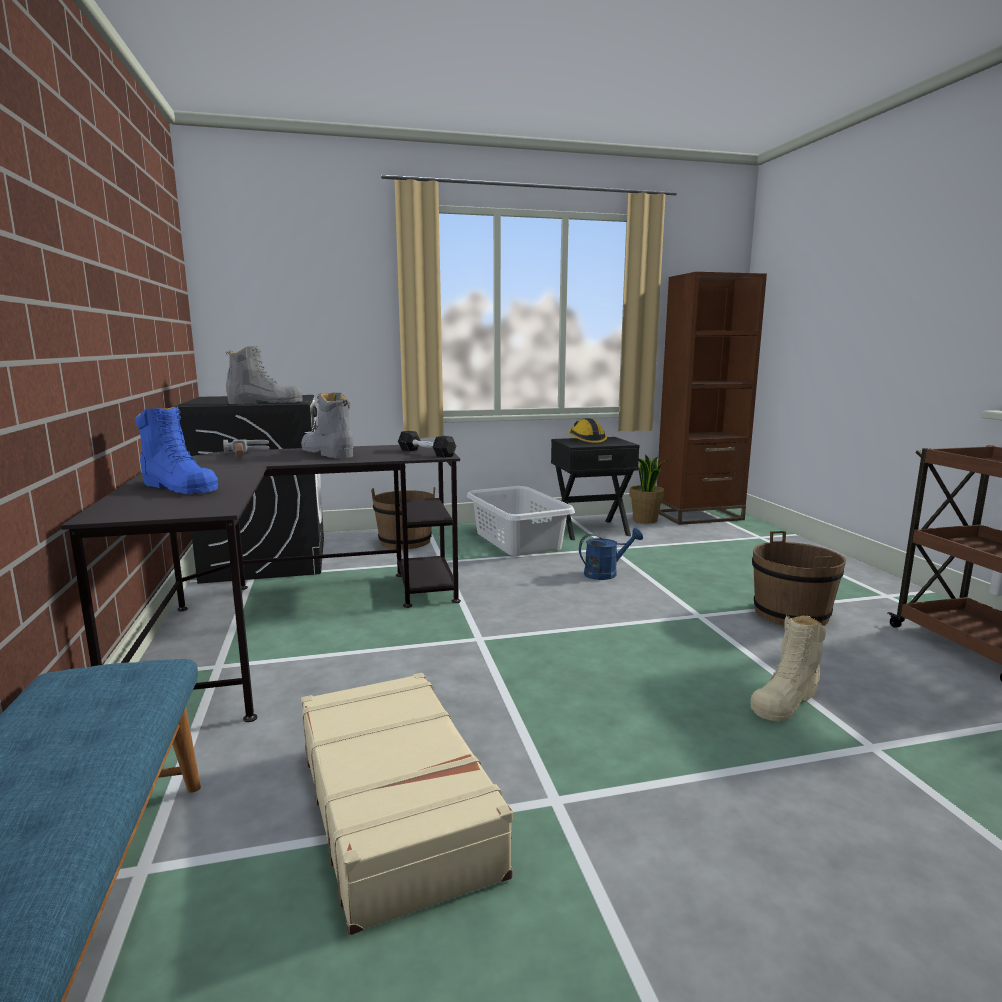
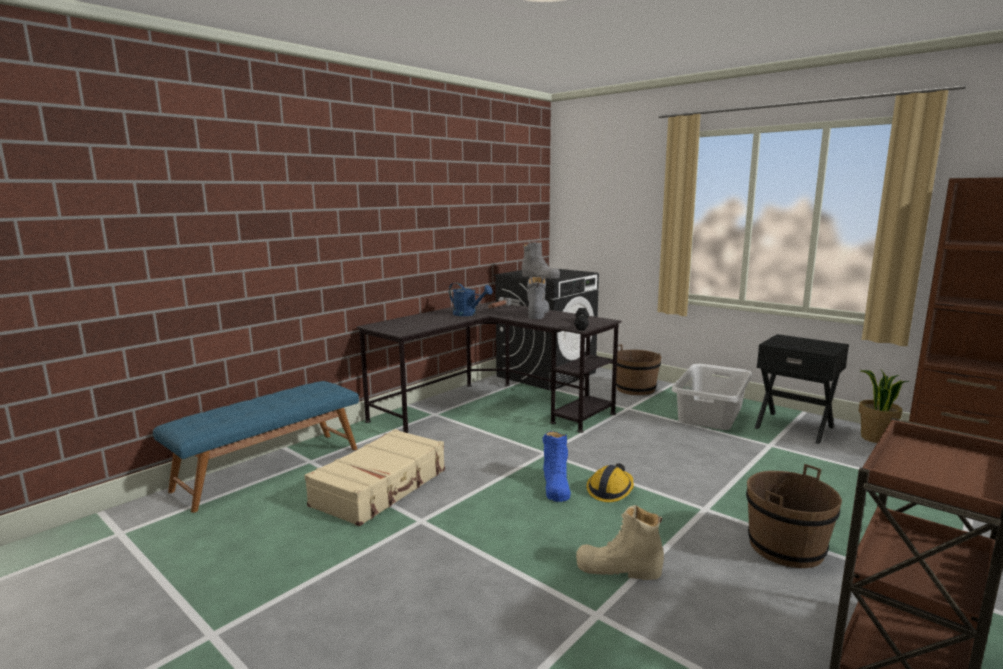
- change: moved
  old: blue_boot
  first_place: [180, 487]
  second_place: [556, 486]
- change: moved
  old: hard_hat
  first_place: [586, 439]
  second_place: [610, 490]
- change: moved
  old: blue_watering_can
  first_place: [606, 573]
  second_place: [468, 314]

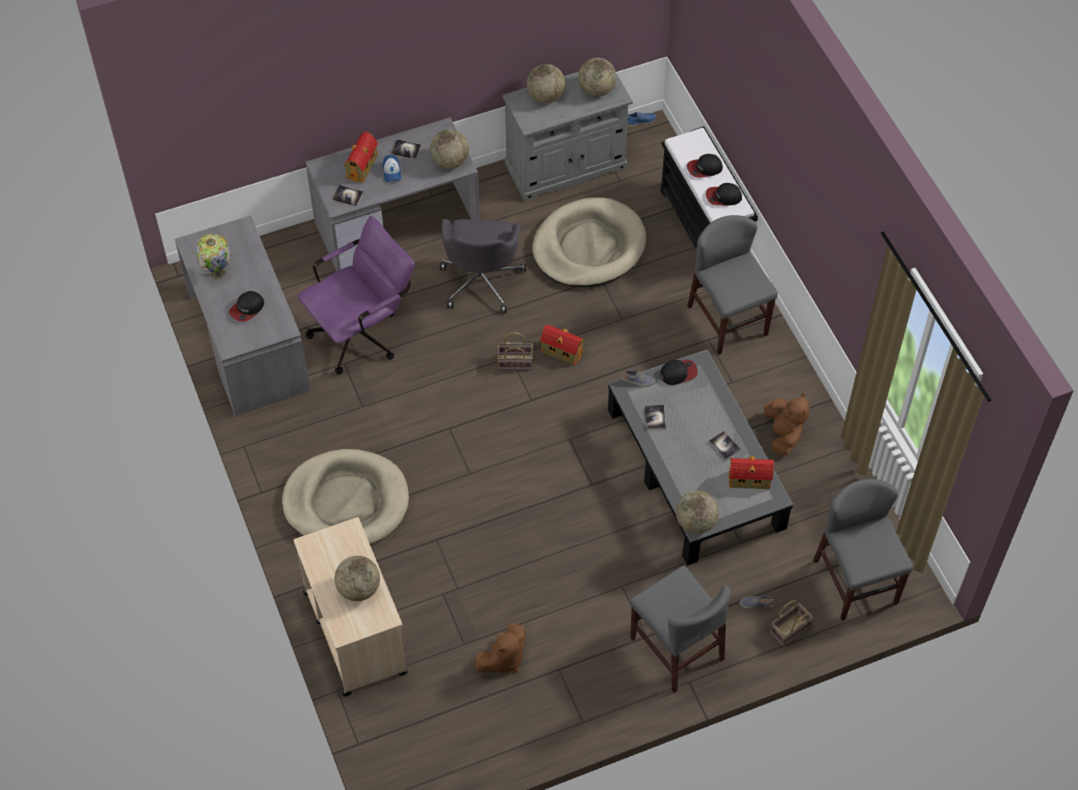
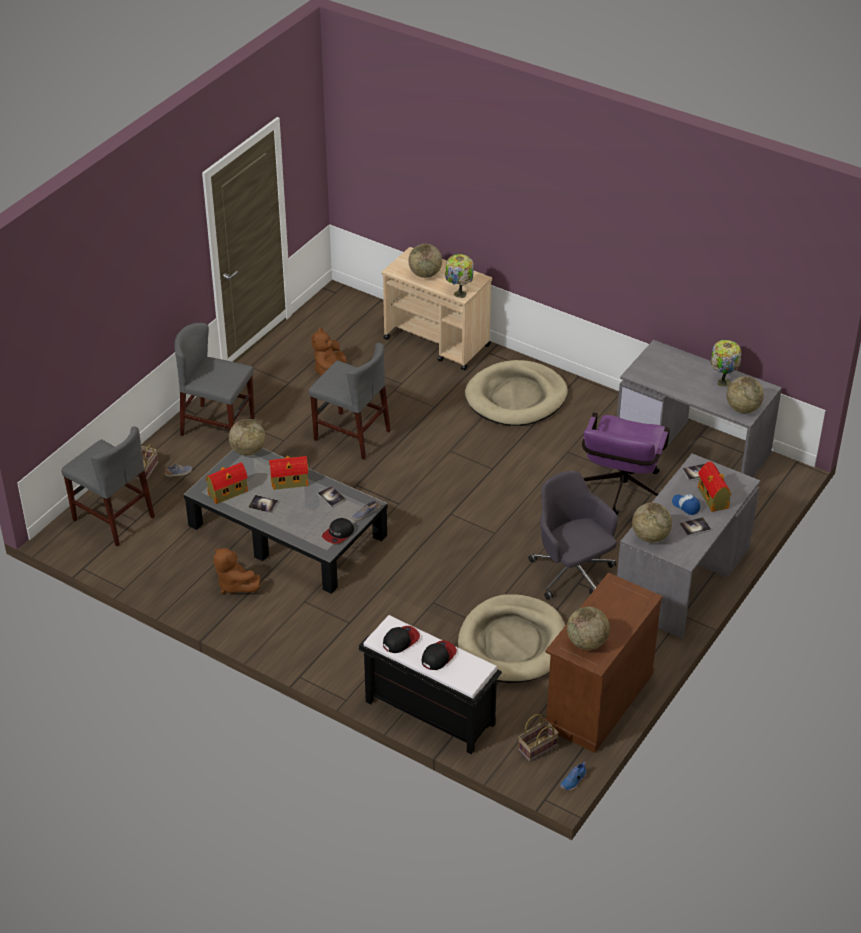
- change: moved
  old: globe
  first_place: [546, 96]
  second_place: [742, 408]
- change: recoloured
  old: grey_cabinet
  new: brown_cabinet
  first_place: [566, 166]
  second_place: [598, 700]
- change: moved
  old: grey_chair
  first_place: [727, 320]
  second_place: [352, 435]
- change: removed
  old: cap
  first_place: [247, 309]
- change: moved
  old: toy_house
  first_place: [561, 351]
  second_place: [290, 482]
- change: moved
  old: basket
  first_place: [516, 361]
  second_place: [537, 749]
- change: added
  new: table_lamp
  second_place: [459, 294]

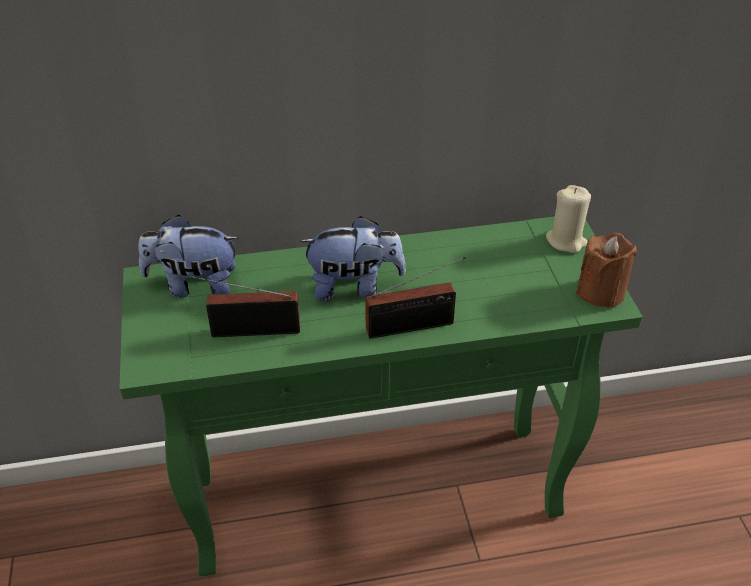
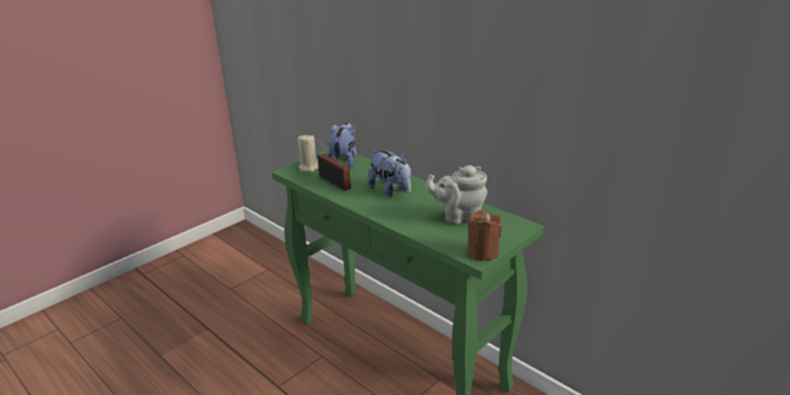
- change: moved
  old: beige_candle
  first_place: [566, 241]
  second_place: [309, 167]
- change: turned
  old: plush_toy
  first_place: [194, 286]
  second_place: [344, 161]
  degrees: 45
- change: removed
  old: radio
  first_place: [415, 326]
- change: added
  new: grey_teapot
  second_place: [459, 217]

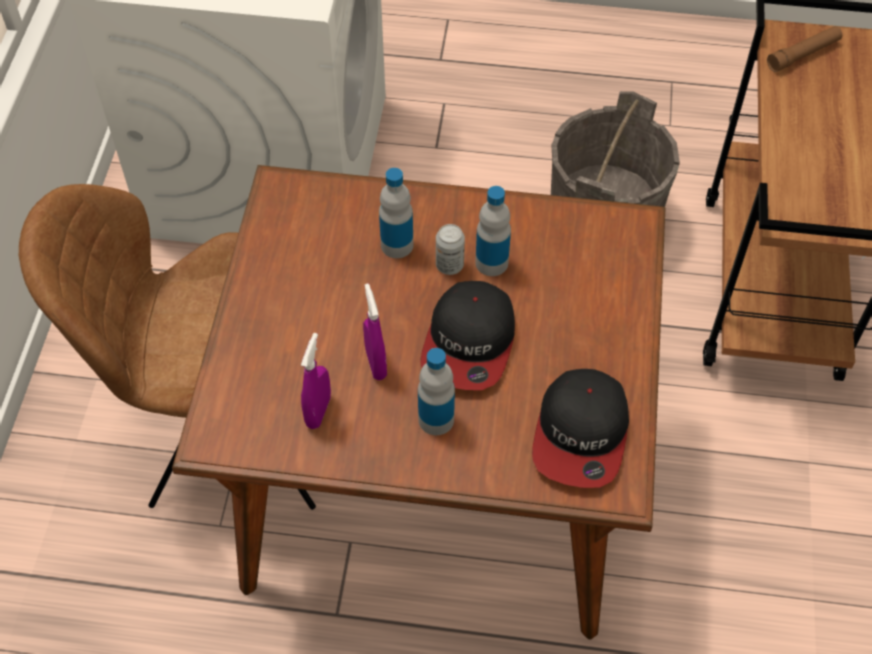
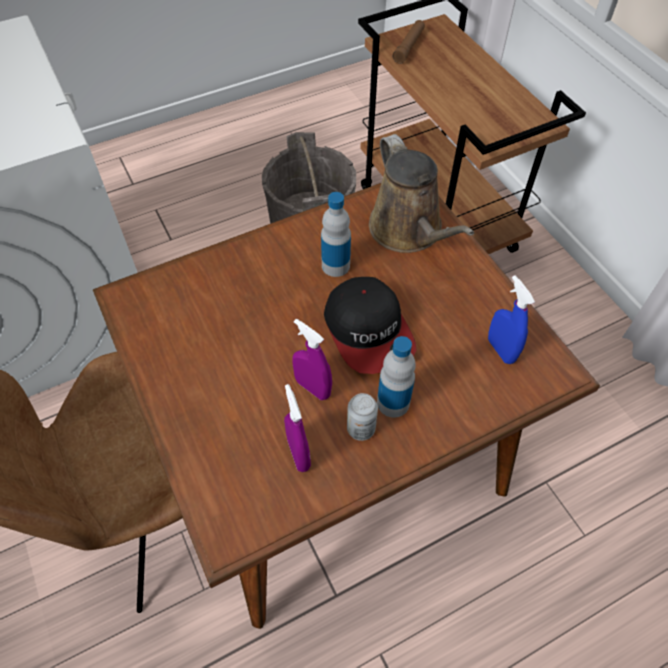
- change: removed
  old: bottle
  first_place: [397, 245]
- change: moved
  old: can
  first_place: [449, 265]
  second_place: [361, 429]
- change: replaced
  old: cap
  new: blue_spray_bottle
  first_place: [581, 434]
  second_place: [501, 350]
- change: added
  new: brown_watering_can
  second_place: [409, 231]

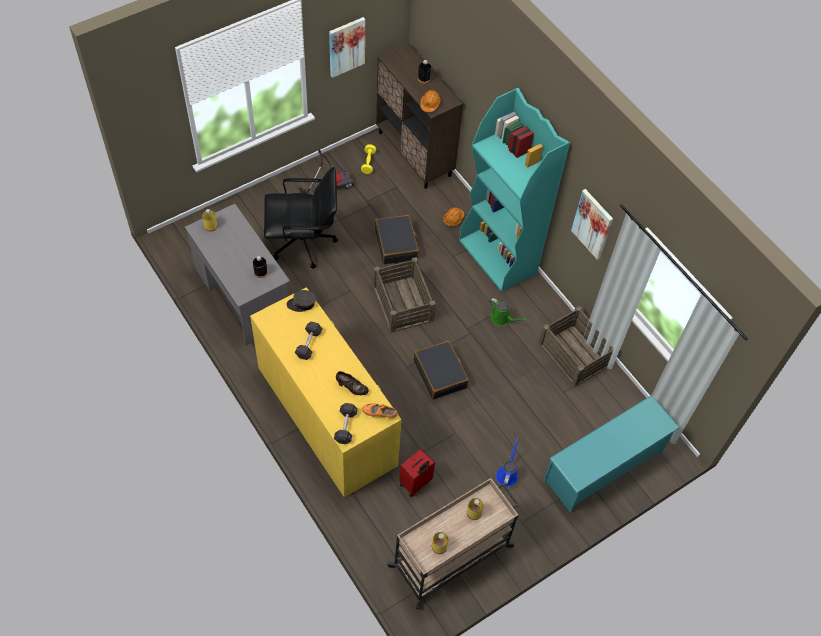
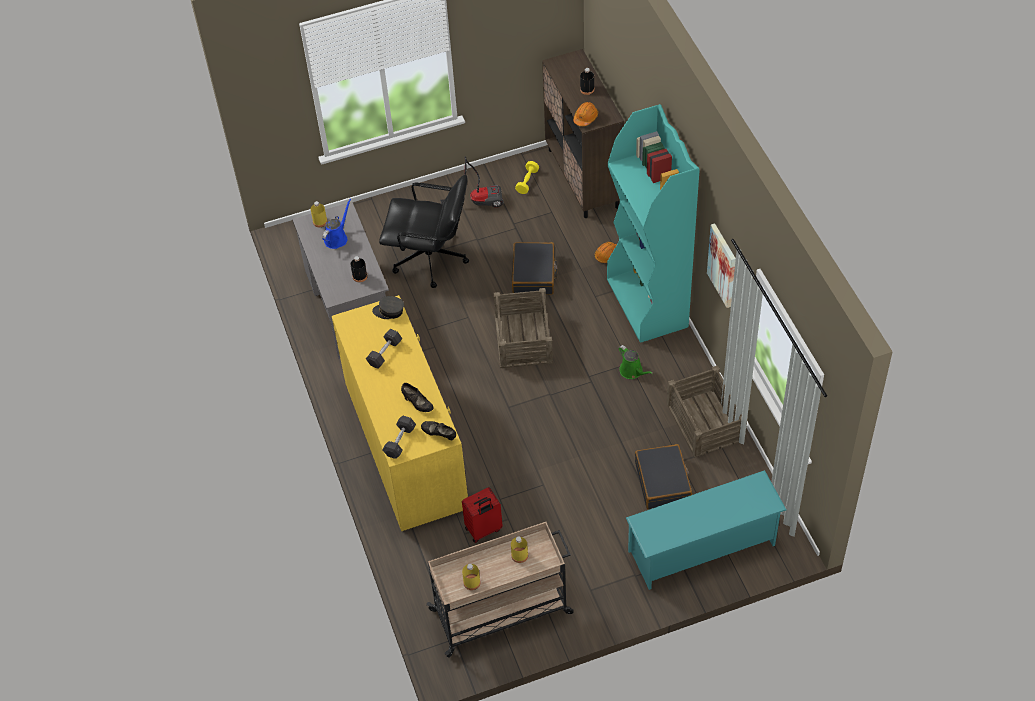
- change: removed
  old: picture
  first_place: [346, 46]
- change: moved
  old: black_suitcase
  first_place: [440, 374]
  second_place: [663, 482]
- change: recoloured
  old: orange_shoe
  new: black_shoe
  first_place: [379, 414]
  second_place: [439, 435]
- change: moved
  old: blue_watering_can
  first_place: [507, 474]
  second_place: [337, 238]

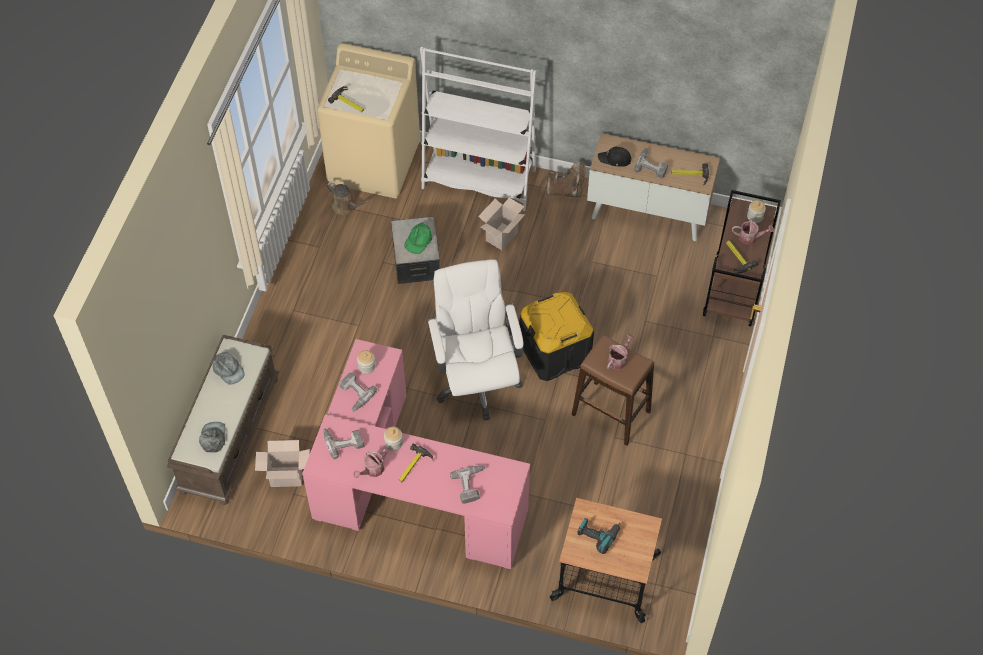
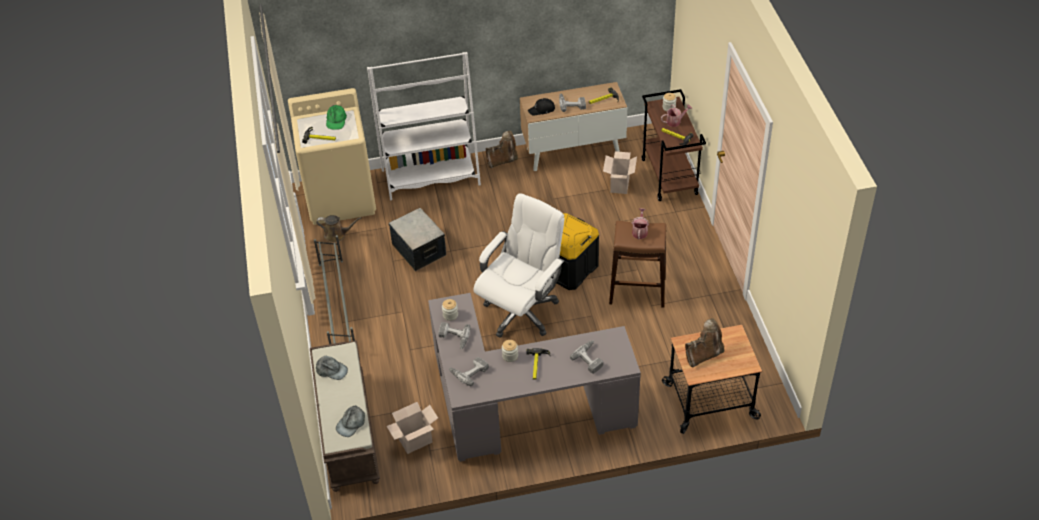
- change: moved
  old: cardboard_box
  first_place: [501, 235]
  second_place: [619, 184]
- change: moved
  old: green_cap
  first_place: [418, 240]
  second_place: [336, 120]
- change: turned
  old: white_office_chair
  first_place: [476, 381]
  second_place: [521, 311]
  degrees: 75
- change: recoloured
  old: pink_desk
  new: grey_desk
  first_place: [406, 493]
  second_place: [520, 410]
- change: turned
  old: grey_cap
  first_place: [213, 438]
  second_place: [351, 423]
  degrees: -120
- change: removed
  old: watering_can
  first_place: [372, 470]
- change: replaced
  old: power_drill
  new: brown_boot
  first_place: [598, 534]
  second_place: [704, 354]
- change: added
  new: grey_shoe_rack
  second_place: [338, 307]

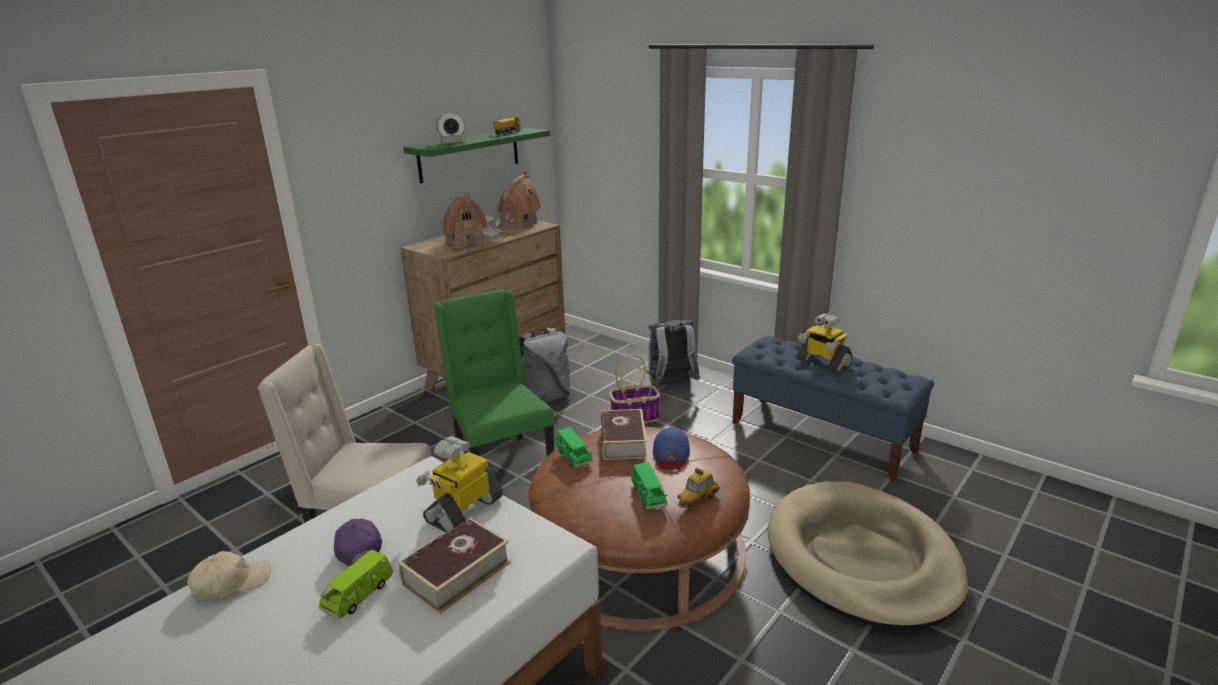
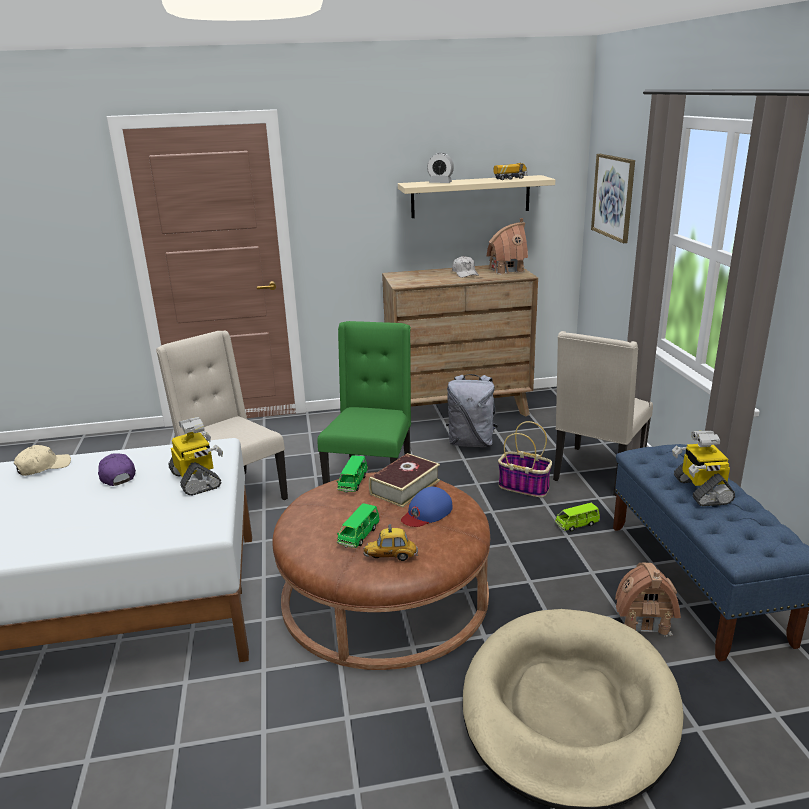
- change: recoloured
  old: green_shelf
  new: beige_shelf
  first_place: [469, 154]
  second_place: [470, 196]
- change: moved
  old: toy_house
  first_place: [465, 242]
  second_place: [643, 620]
- change: replaced
  old: grey_backpack
  new: beige_chair
  first_place: [671, 386]
  second_place: [596, 472]
- change: turned
  old: toy_robot
  first_place: [463, 510]
  second_place: [197, 480]
  degrees: 75
- change: turned
  old: purple_cap
  first_place: [357, 547]
  second_place: [116, 476]
  degrees: -45
- change: removed
  old: book
  first_place: [457, 573]
- change: moved
  old: green_toy_car
  first_place: [358, 596]
  second_place: [577, 524]
- change: turned
  old: beige_cap
  first_place: [231, 583]
  second_place: [43, 467]
  degrees: -45
- change: added
  new: picture
  second_place: [613, 197]

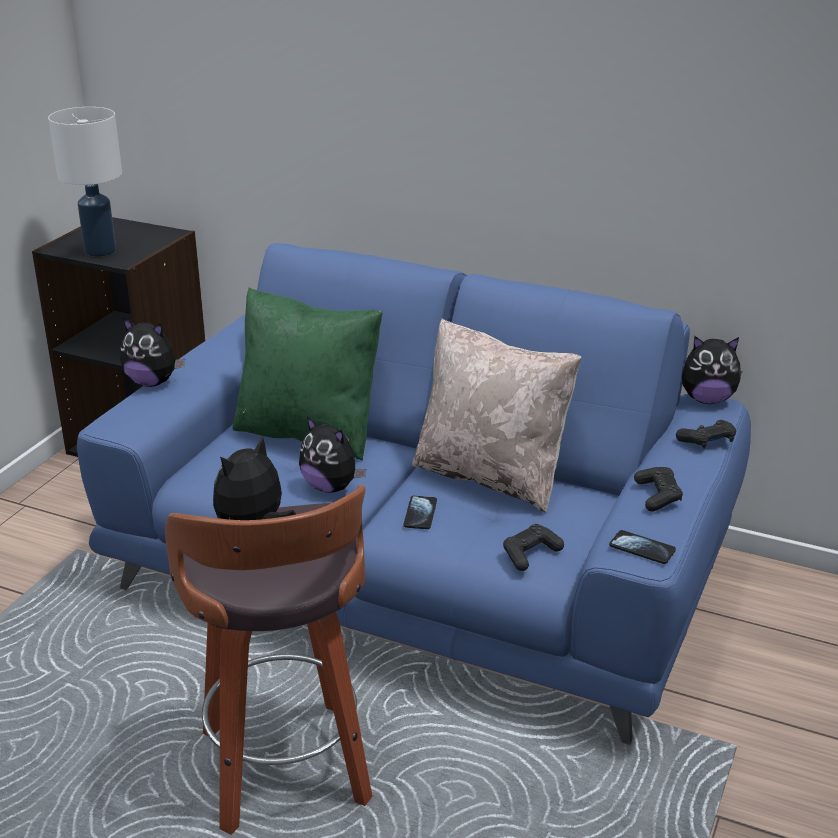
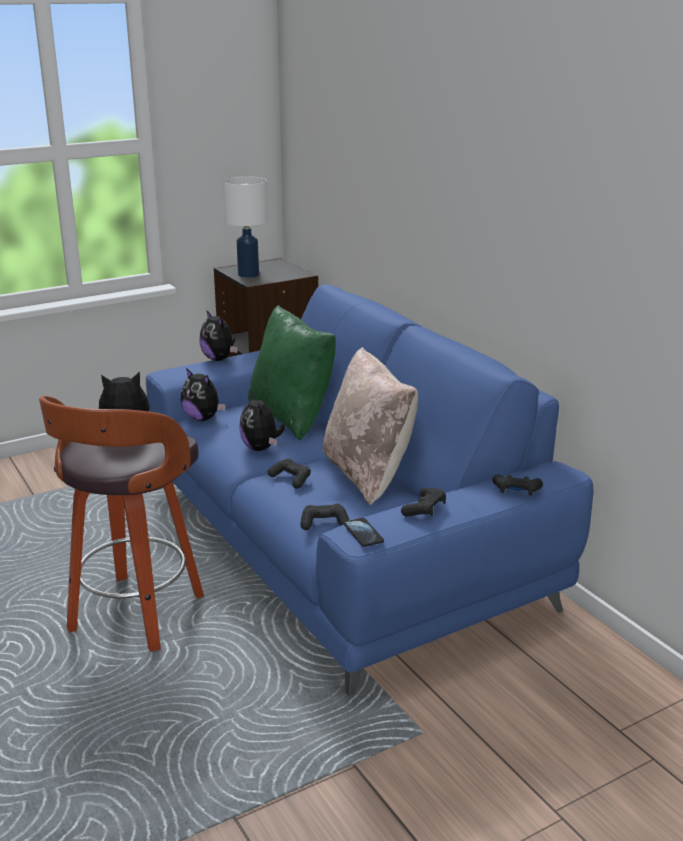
- change: moved
  old: plush_toy
  first_place: [707, 399]
  second_place: [203, 418]
- change: replaced
  old: phone
  new: black_game_controller
  first_place: [420, 514]
  second_place: [291, 479]

